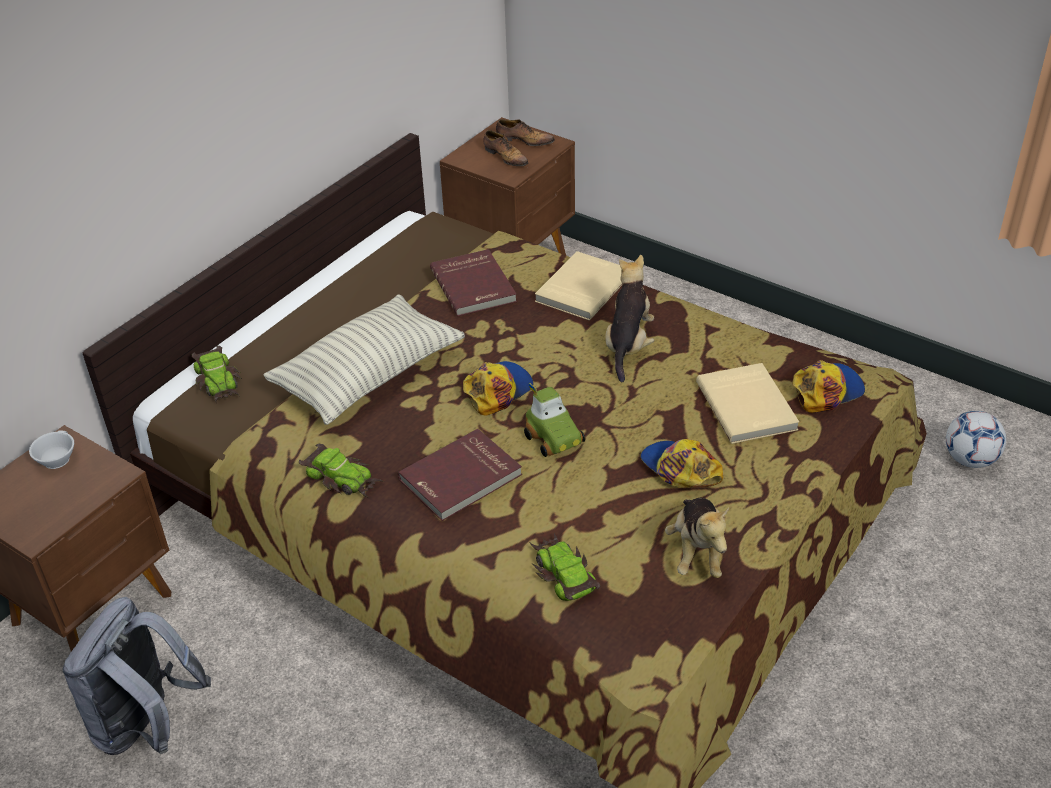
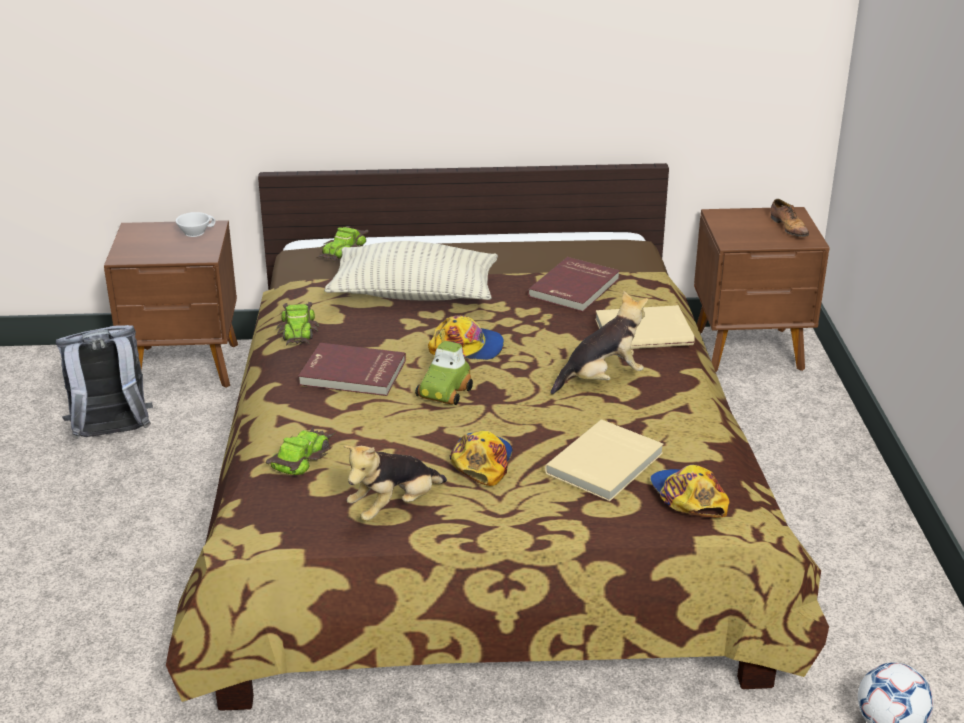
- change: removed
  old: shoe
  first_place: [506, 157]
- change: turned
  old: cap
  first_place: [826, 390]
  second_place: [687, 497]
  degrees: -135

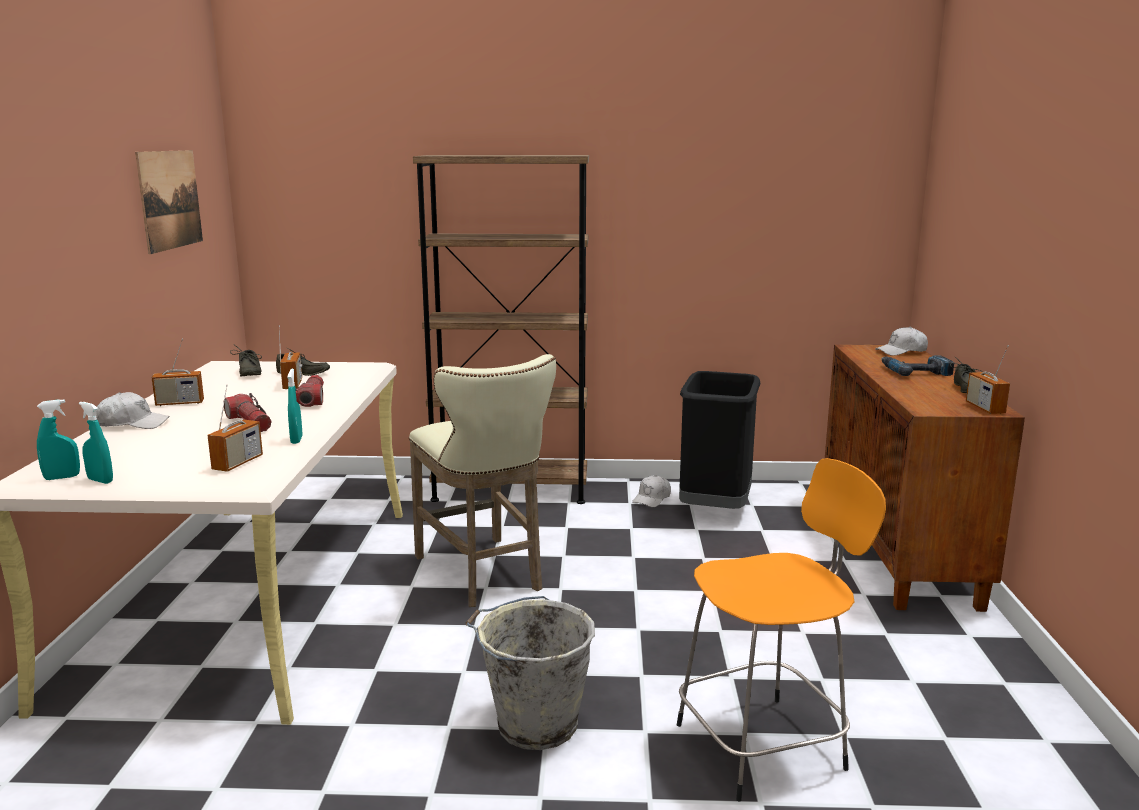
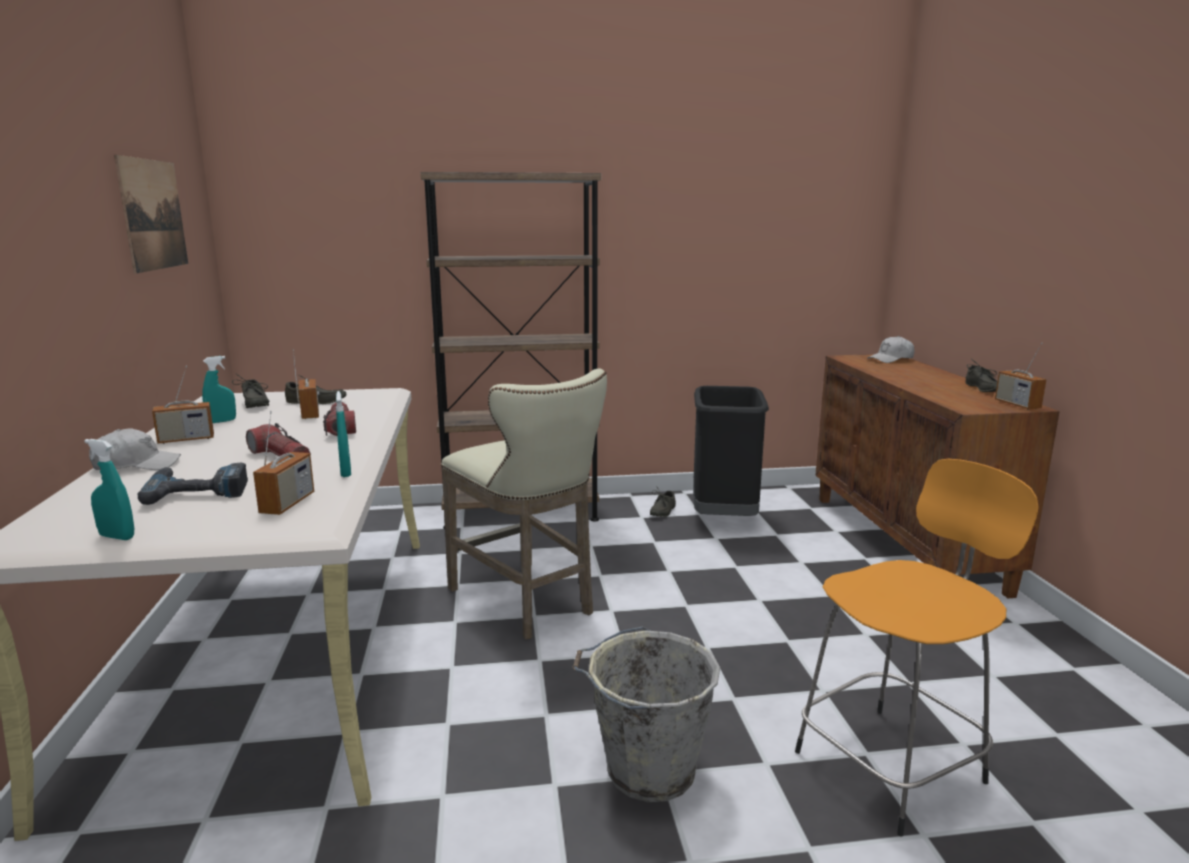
- change: moved
  old: power_drill
  first_place: [915, 371]
  second_place: [198, 491]
- change: moved
  old: turquoise_spray_bottle
  first_place: [62, 477]
  second_place: [222, 421]
- change: replaced
  old: white_cap
  new: grey_shoe
  first_place: [652, 499]
  second_place: [661, 511]

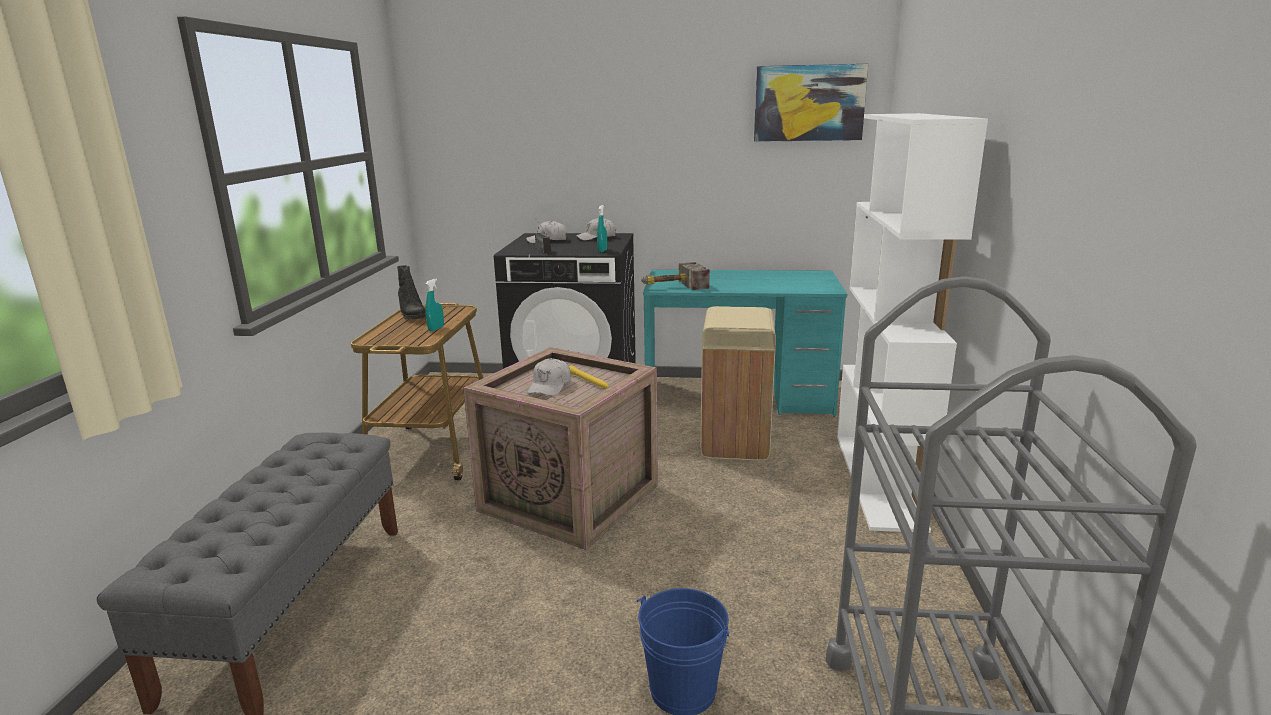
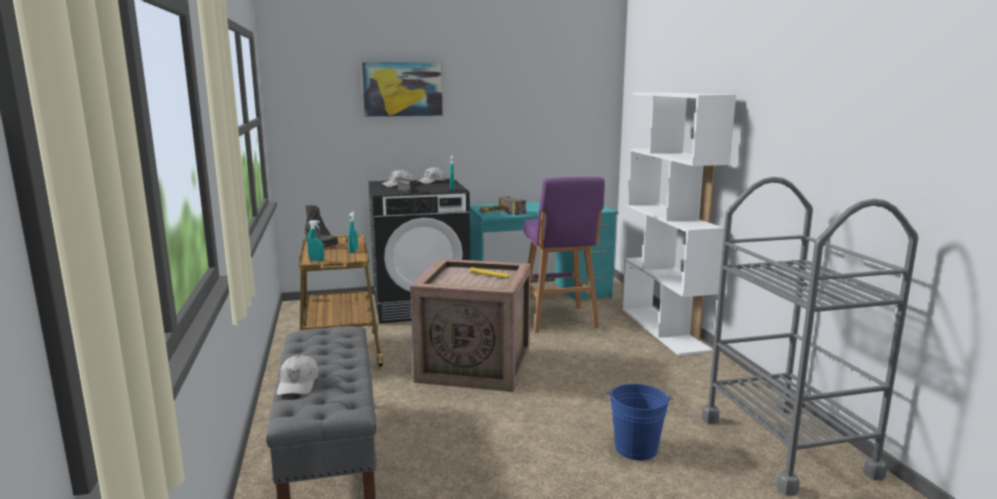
- change: moved
  old: picture
  first_place: [809, 103]
  second_place: [402, 89]
- change: replaced
  old: beige_trash_can
  new: purple_stool
  first_place: [734, 443]
  second_place: [559, 320]
- change: moved
  old: white_cap
  first_place: [550, 386]
  second_place: [298, 384]
- change: added
  new: turquoise_spray_bottle
  second_place: [316, 260]

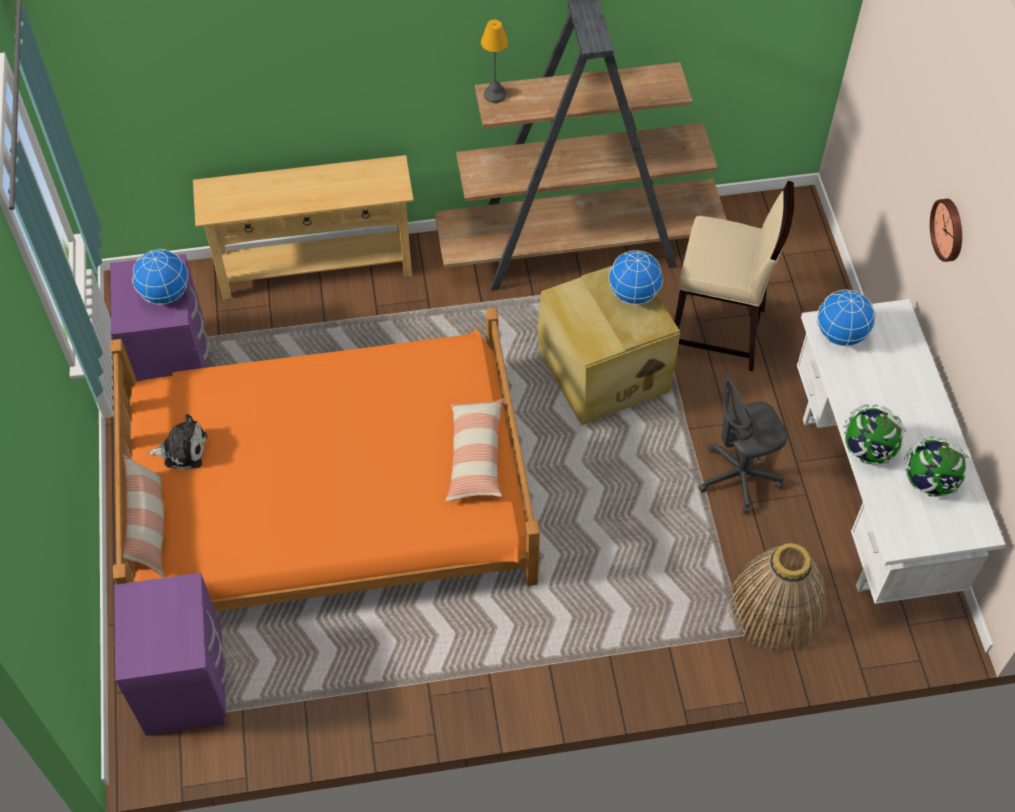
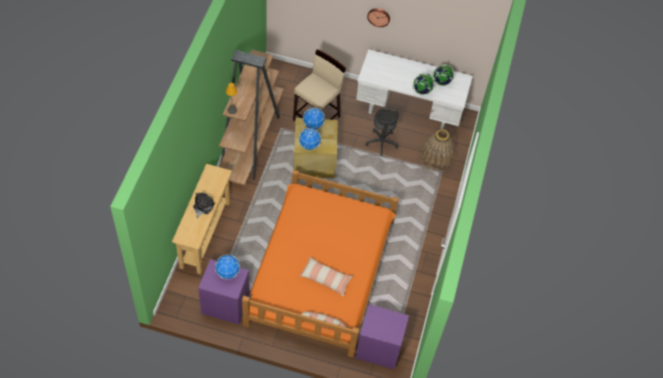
- change: moved
  old: globe
  first_place: [840, 335]
  second_place: [309, 145]
- change: moved
  old: pillow
  first_place: [475, 456]
  second_place: [325, 278]
- change: moved
  old: plush_toy
  first_place: [182, 449]
  second_place: [202, 206]

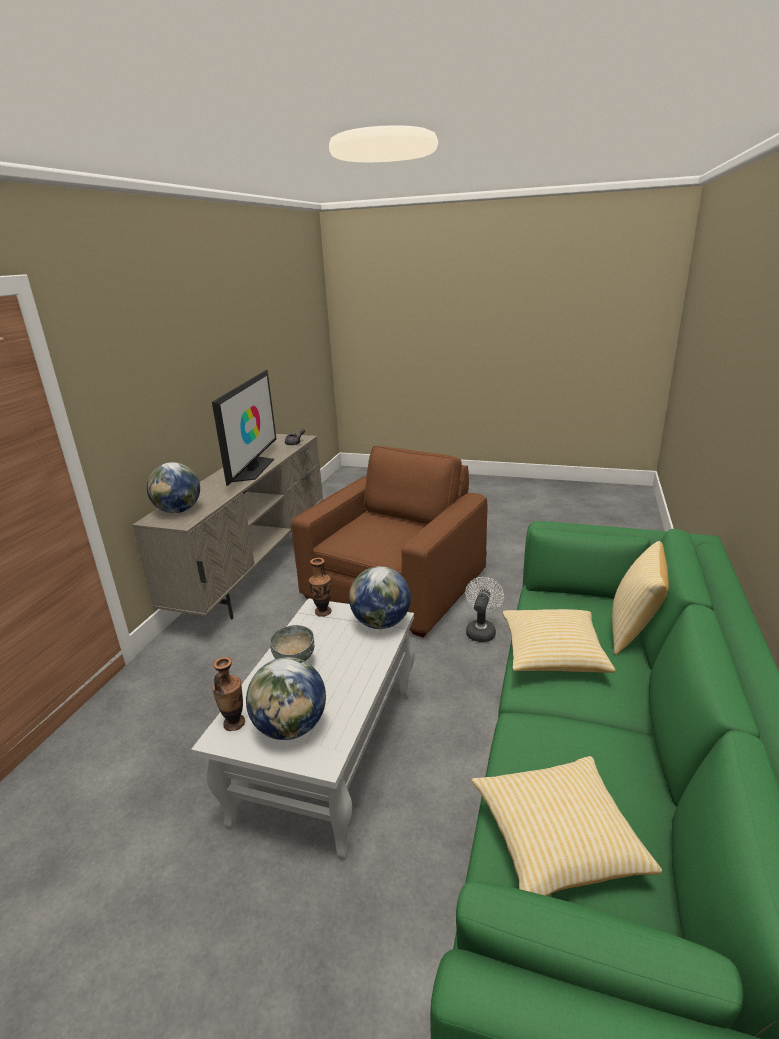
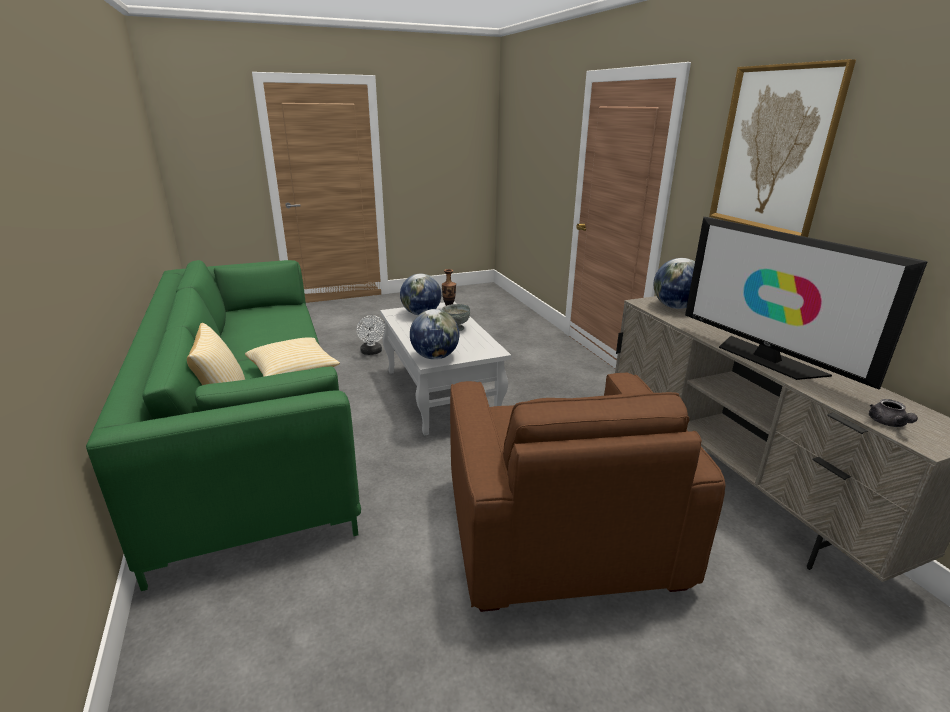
- change: removed
  old: vase
  first_place: [323, 612]
- change: moved
  old: white_fan
  first_place: [481, 630]
  second_place: [372, 352]
- change: removed
  old: pillow
  first_place: [557, 840]
- change: added
  new: picture
  second_place: [774, 150]

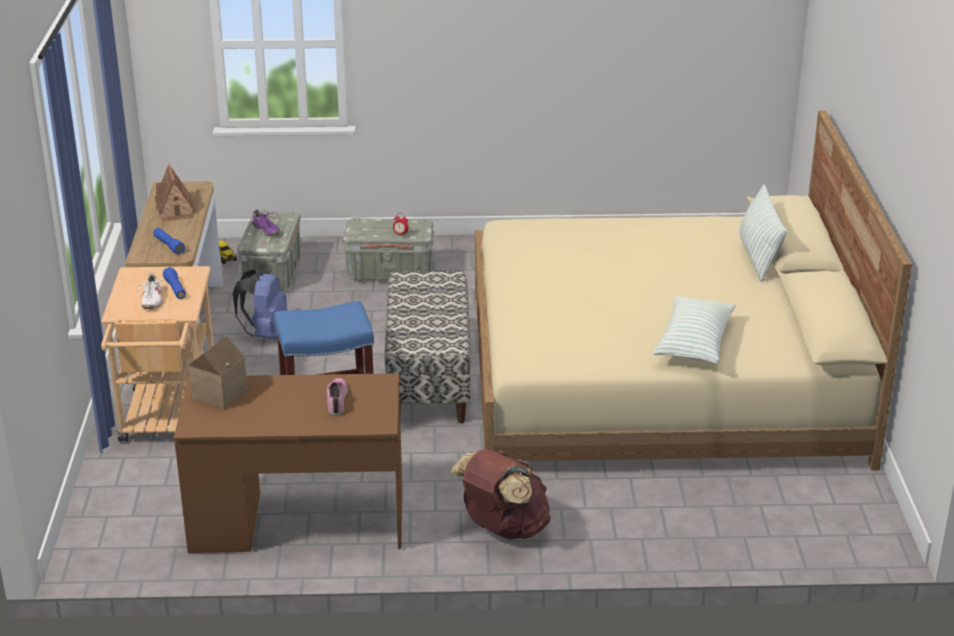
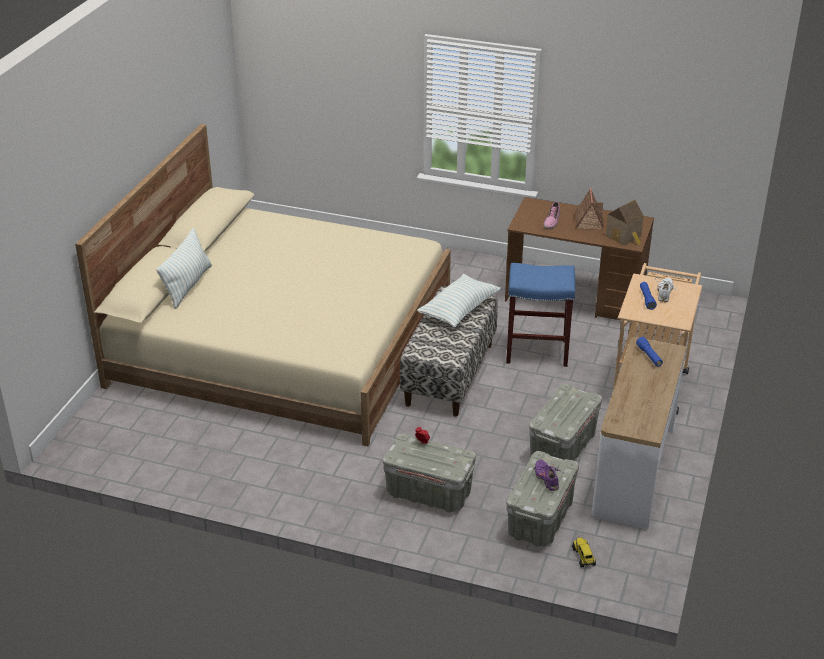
- change: moved
  old: toy_house
  first_place: [175, 209]
  second_place: [588, 221]
- change: replaced
  old: blue_backpack
  new: grey_storage_box
  first_place: [265, 333]
  second_place: [563, 447]
- change: moved
  old: pillow
  first_place: [694, 343]
  second_place: [459, 310]
- change: removed
  old: brown_backpack
  first_place: [503, 529]

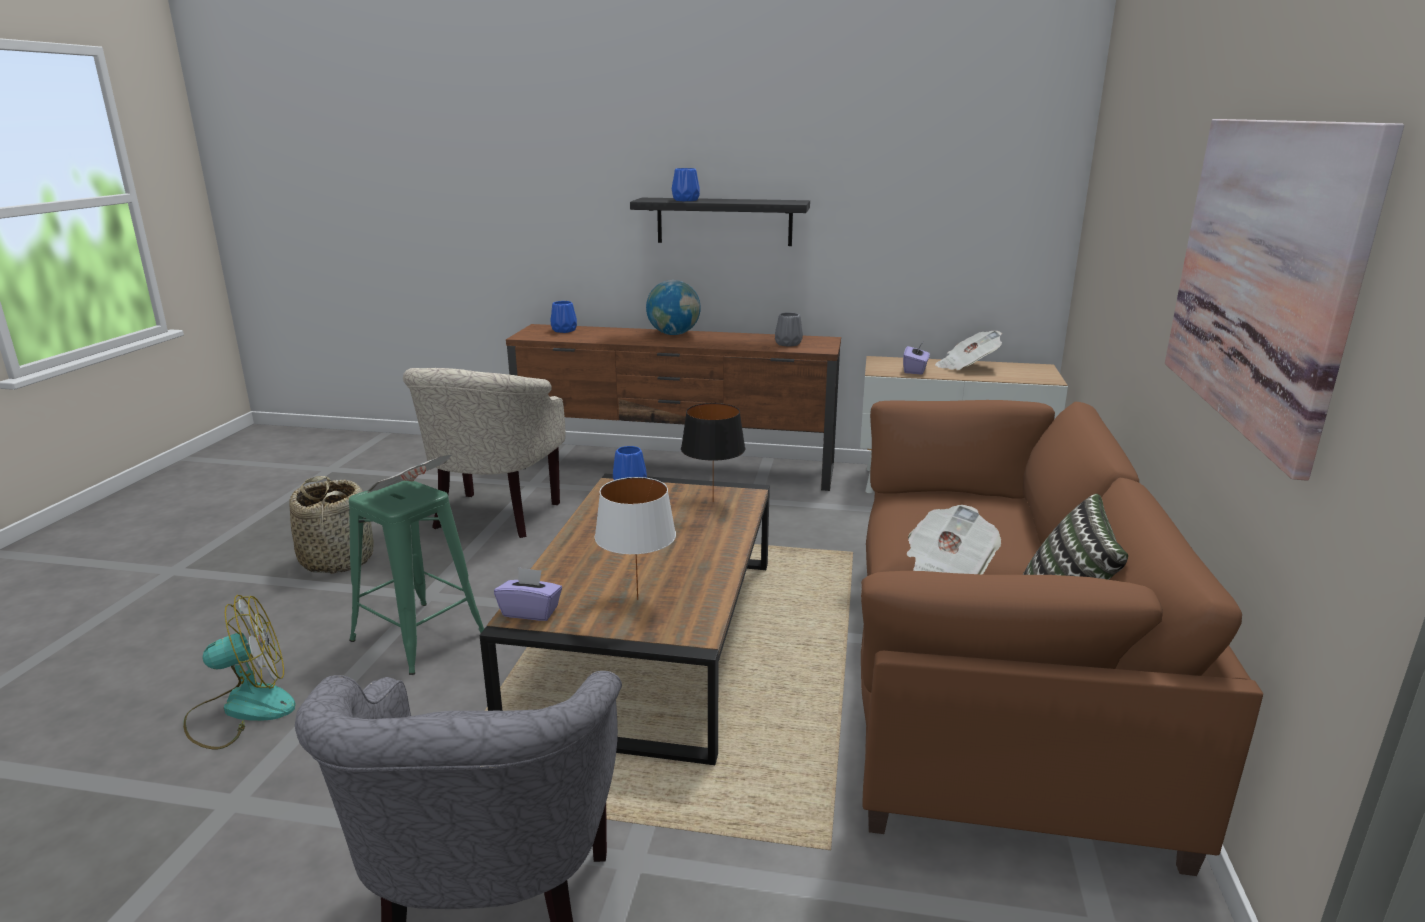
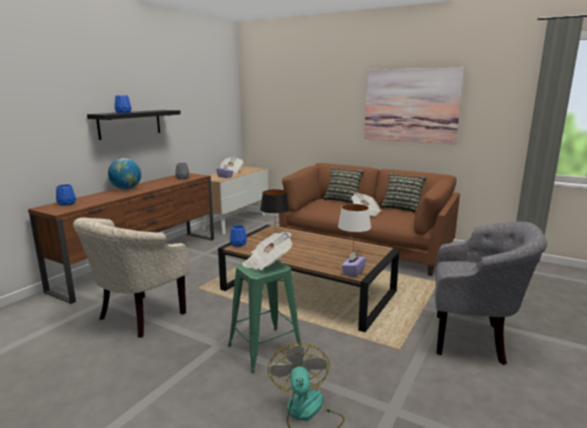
- change: turned
  old: beige_armchair
  first_place: [493, 518]
  second_place: [138, 317]
  degrees: 90
- change: removed
  old: basket
  first_place: [338, 559]
- change: added
  new: pillow
  second_place: [343, 200]

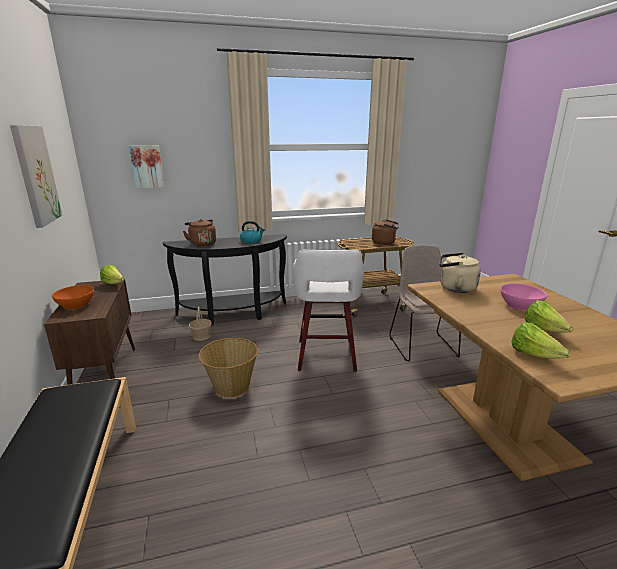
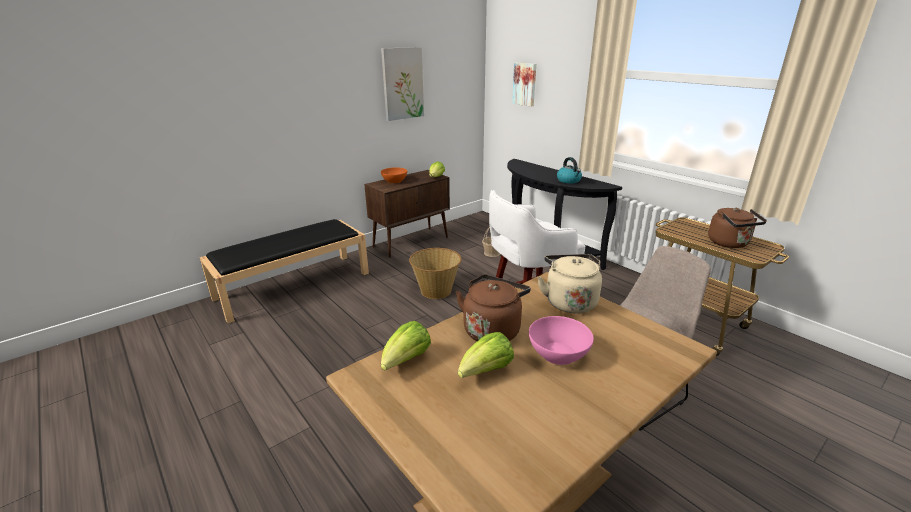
- change: moved
  old: brown_kettle
  first_place: [202, 244]
  second_place: [492, 329]

